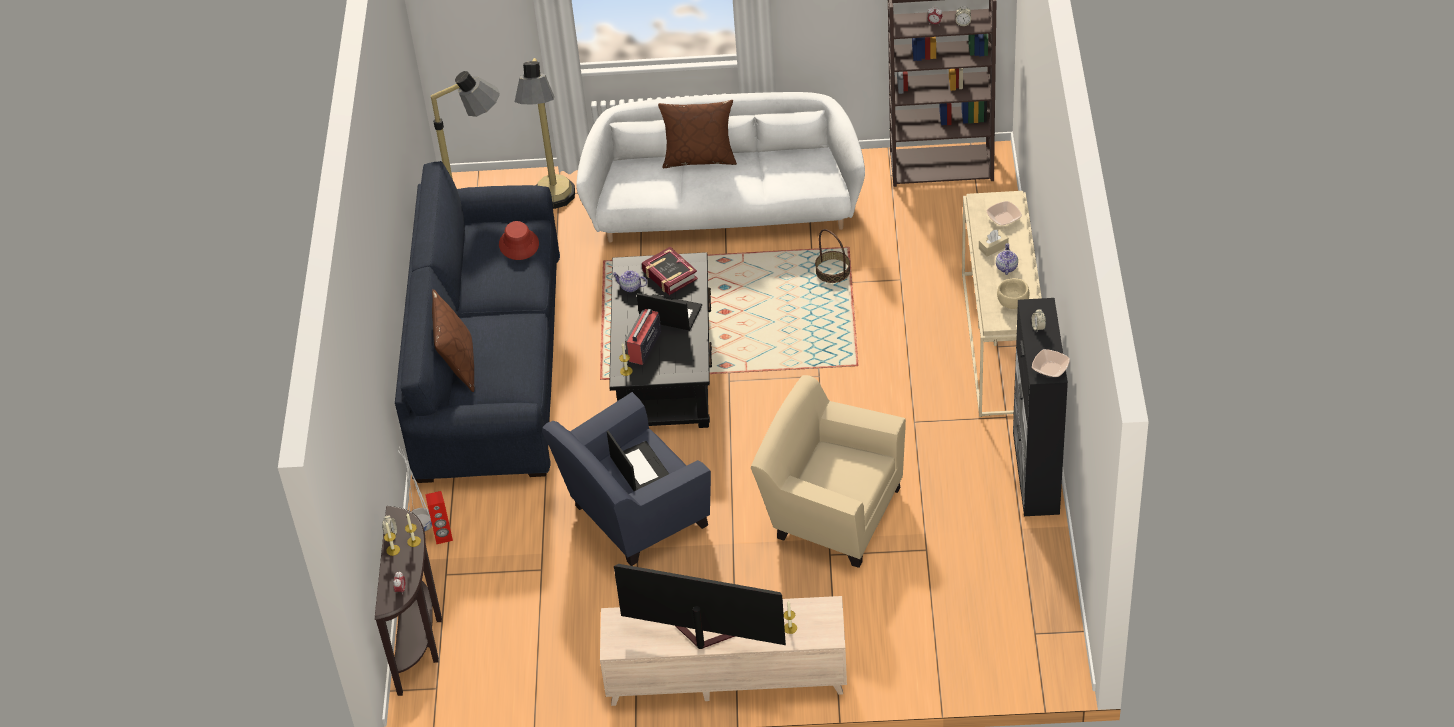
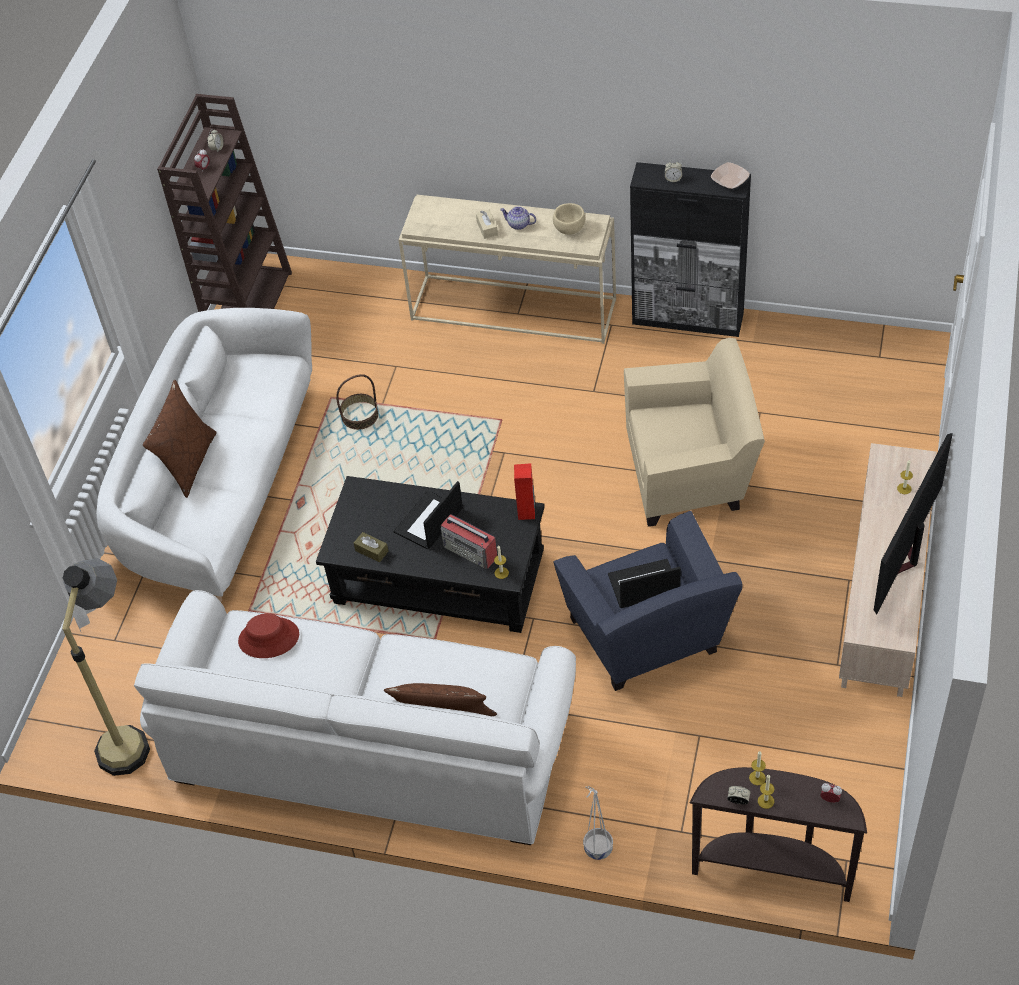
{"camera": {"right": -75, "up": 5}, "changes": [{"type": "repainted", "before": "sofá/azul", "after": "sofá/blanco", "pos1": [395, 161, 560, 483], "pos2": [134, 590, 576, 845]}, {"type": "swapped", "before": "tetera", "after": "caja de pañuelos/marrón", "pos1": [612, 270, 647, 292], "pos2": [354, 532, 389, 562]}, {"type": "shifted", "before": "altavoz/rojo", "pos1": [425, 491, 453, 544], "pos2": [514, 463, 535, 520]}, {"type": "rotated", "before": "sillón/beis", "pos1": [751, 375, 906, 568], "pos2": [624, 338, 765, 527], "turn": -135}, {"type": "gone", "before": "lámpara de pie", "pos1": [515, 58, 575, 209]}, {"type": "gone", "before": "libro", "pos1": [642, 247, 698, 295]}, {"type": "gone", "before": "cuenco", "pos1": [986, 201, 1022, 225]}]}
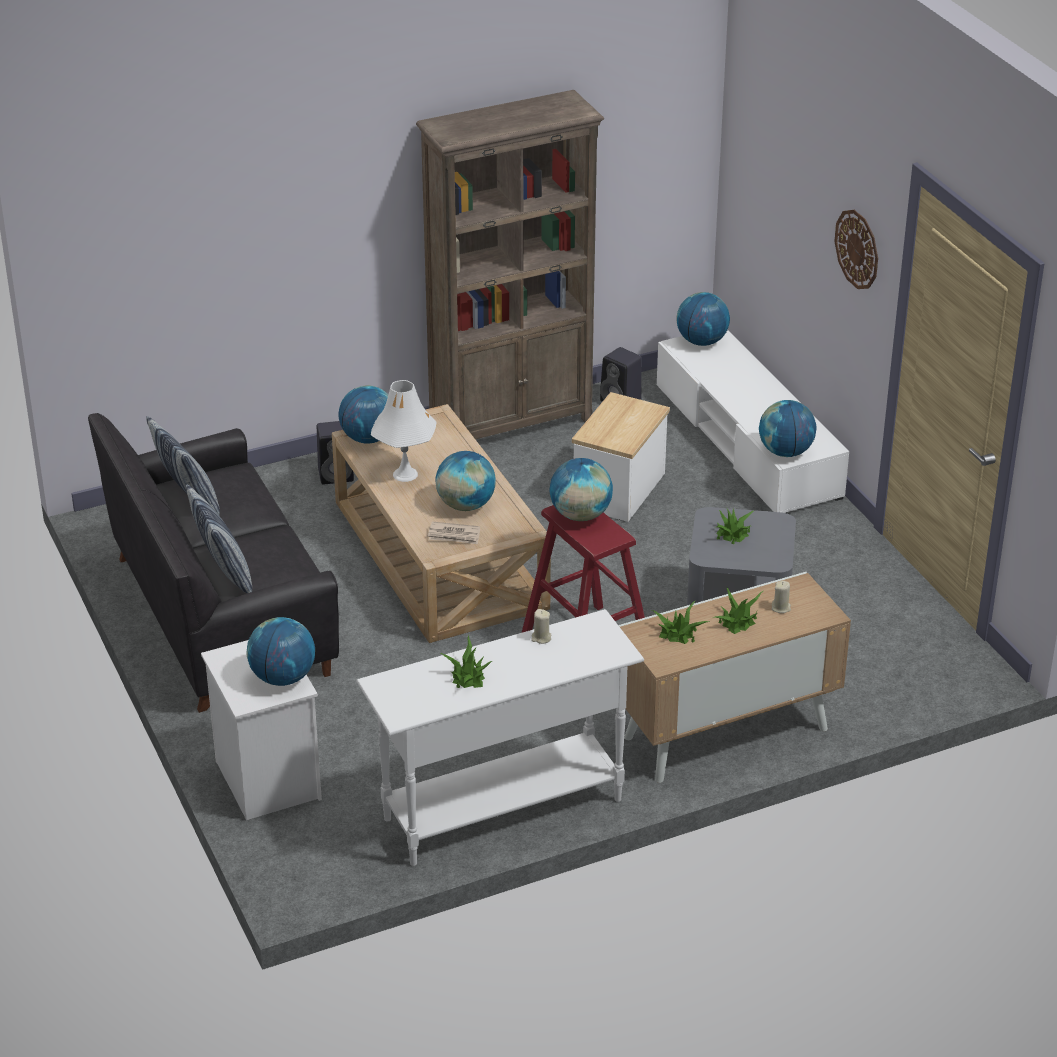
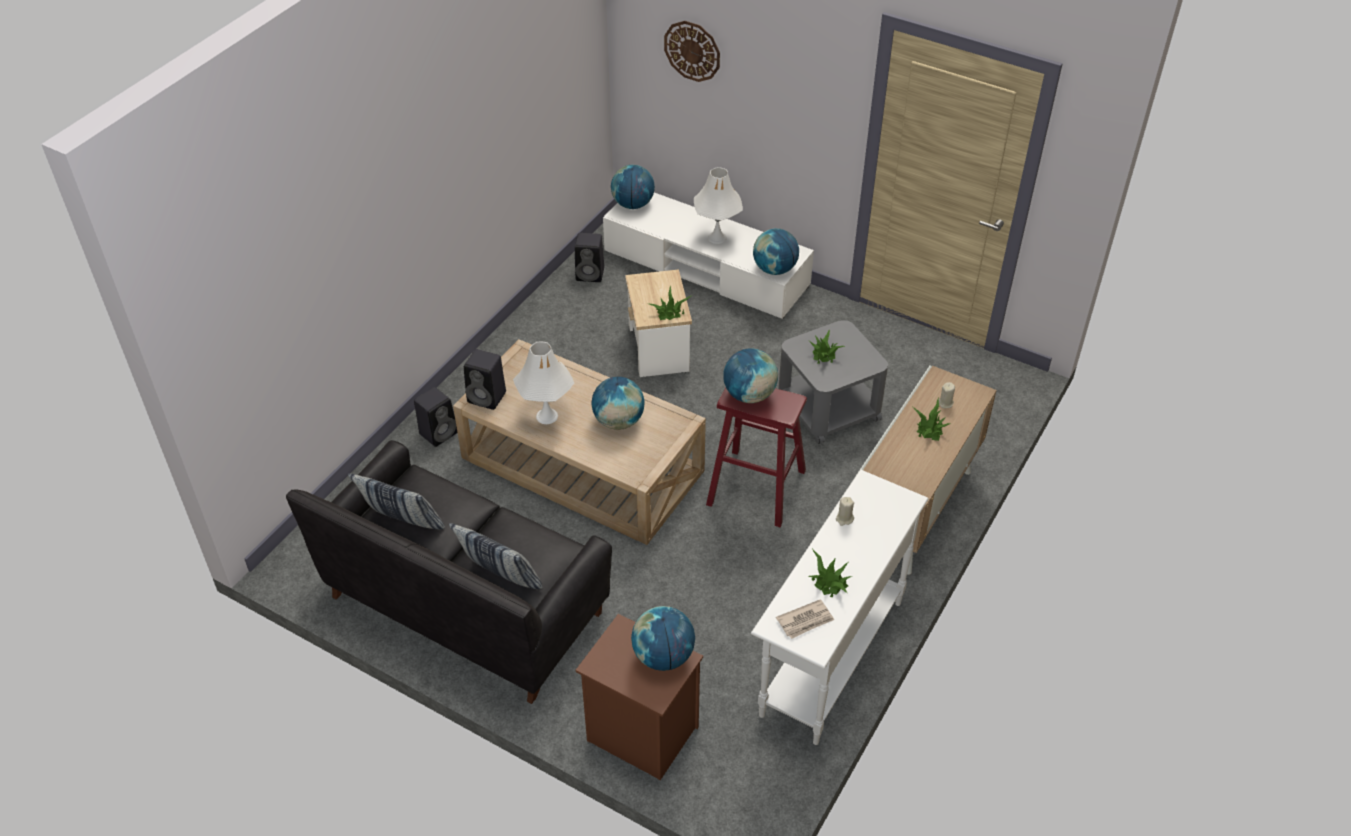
{"camera": {"right": -35, "up": 10}, "changes": [{"type": "swapped", "before": "globo terráqueo", "after": "altavoz/negro", "pos1": [338, 385, 388, 444], "pos2": [464, 349, 506, 410]}, {"type": "repainted", "before": "mesita de noche/blanco", "after": "mesita de noche/marrón", "pos1": [201, 640, 322, 820], "pos2": [576, 614, 703, 780]}, {"type": "shifted", "before": "planta en maceta", "pos1": [652, 601, 709, 644], "pos2": [650, 286, 691, 320]}, {"type": "shifted", "before": "reloj de pared", "pos1": [834, 210, 878, 289], "pos2": [664, 21, 720, 82]}, {"type": "new", "after": "lámpara de mesa/blanco", "pos2": [694, 167, 743, 244]}, {"type": "shifted", "before": "periódico", "pos1": [428, 522, 480, 544], "pos2": [776, 599, 834, 639]}, {"type": "gone", "before": "estantería/marrón", "pos1": [416, 90, 604, 439]}]}
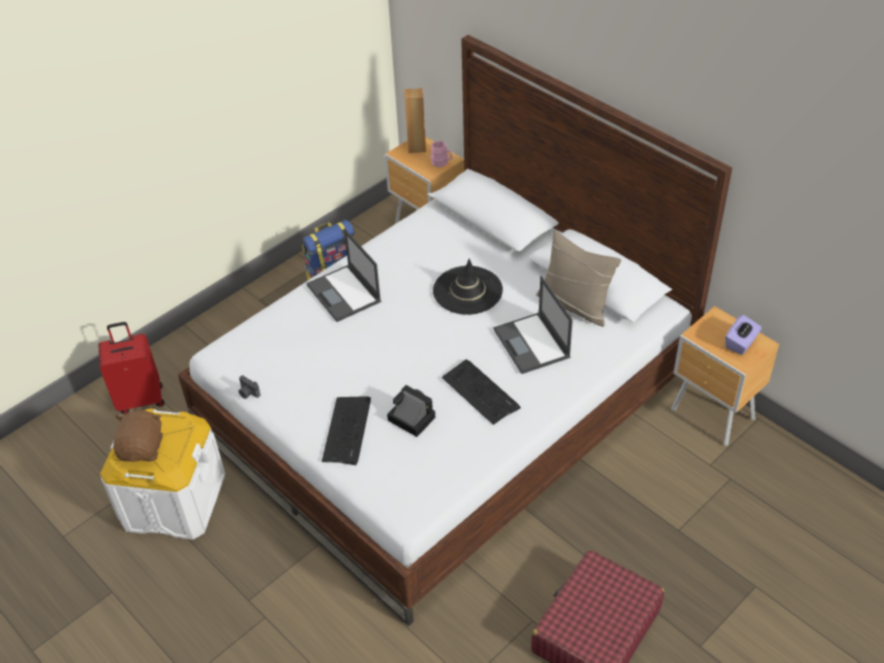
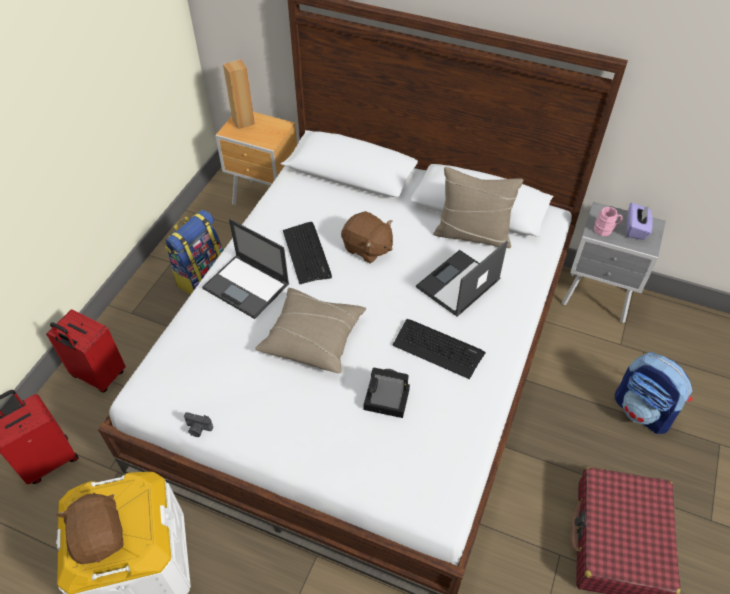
{"camera": {"right": -25, "up": 5}, "changes": [{"type": "new", "after": "maleta/rojo", "pos2": [46, 309, 126, 393]}, {"type": "new", "after": "cojín/beis", "pos2": [255, 288, 366, 373]}, {"type": "shifted", "before": "teclado", "pos1": [322, 396, 371, 465], "pos2": [283, 222, 332, 284]}, {"type": "swapped", "before": "sombrero/negro", "after": "peluche/marrón", "pos1": [433, 259, 503, 315], "pos2": [341, 211, 393, 263]}, {"type": "rotated", "before": "portátil", "pos1": [493, 276, 573, 374], "pos2": [416, 241, 508, 317], "turn": 90}, {"type": "repainted", "before": "mesita de noche/marrón", "after": "mesita de noche/gris", "pos1": [671, 306, 779, 446], "pos2": [562, 202, 666, 323]}, {"type": "shifted", "before": "taza grande/rosa", "pos1": [430, 141, 452, 167], "pos2": [594, 207, 623, 236]}, {"type": "new", "after": "mochila", "pos2": [615, 352, 692, 434]}]}
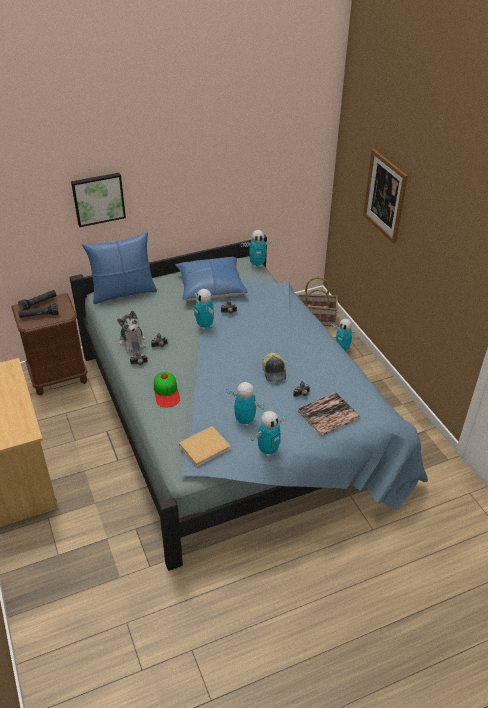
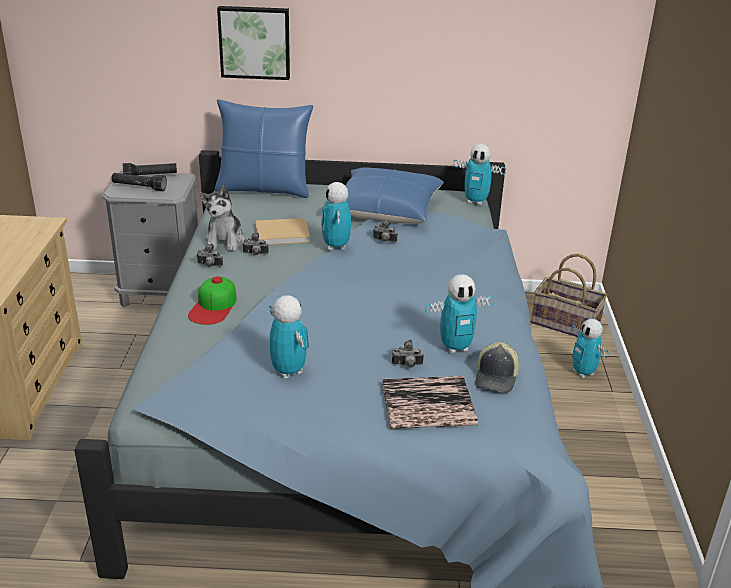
{"camera": {"right": 25, "up": -10}, "changes": [{"type": "repainted", "before": "mesita de noche/marrón", "after": "mesita de noche/gris", "pos1": [11, 293, 88, 396], "pos2": [102, 171, 198, 307]}, {"type": "shifted", "before": "libro/beis", "pos1": [179, 426, 230, 467], "pos2": [256, 218, 310, 245]}, {"type": "shifted", "before": "robot de juguete", "pos1": [251, 411, 287, 456], "pos2": [425, 274, 495, 354]}, {"type": "shifted", "before": "gorra", "pos1": [262, 352, 286, 382], "pos2": [475, 342, 519, 393]}, {"type": "gone", "before": "cuadro", "pos1": [363, 149, 408, 244]}]}
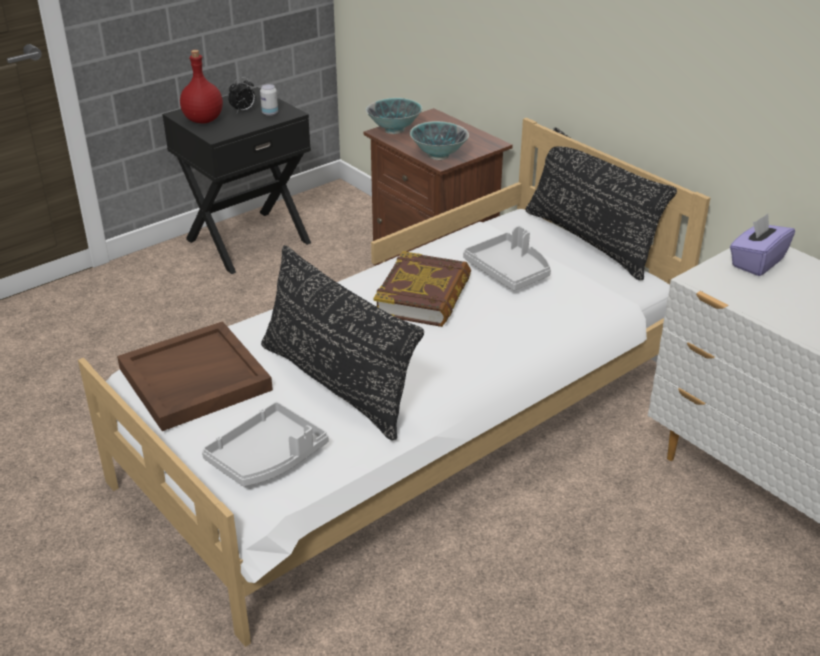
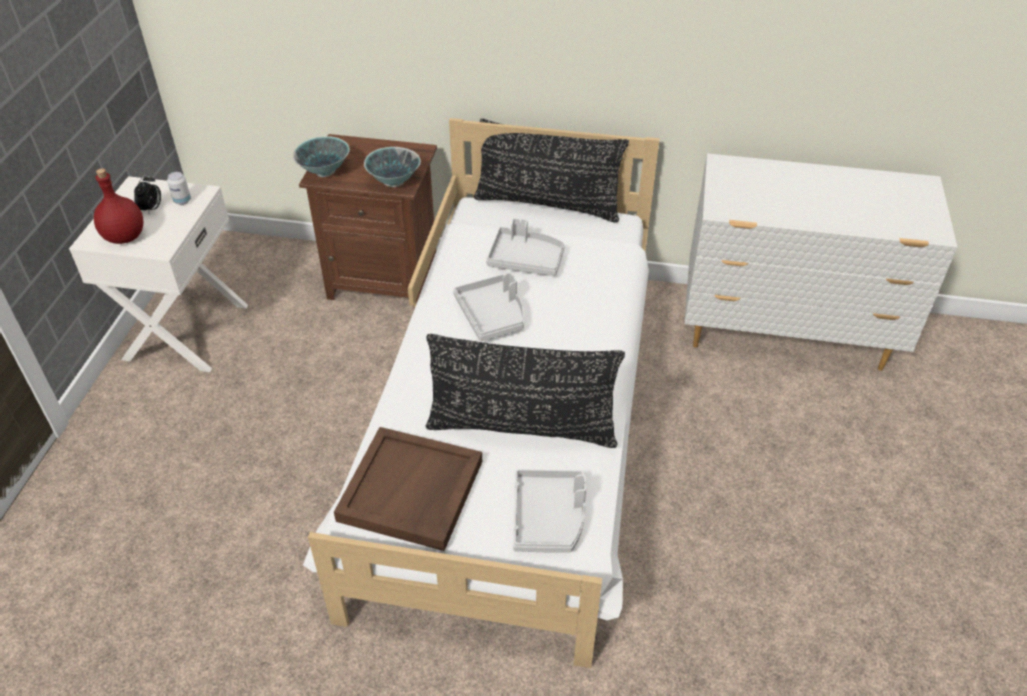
{"camera": {"right": -40, "up": 10}, "changes": [{"type": "repainted", "before": "mesita de noche/negro", "after": "mesita de noche/blanco", "pos1": [162, 87, 311, 274], "pos2": [69, 176, 248, 372]}, {"type": "swapped", "before": "libro", "after": "bandeja/gris", "pos1": [373, 251, 471, 327], "pos2": [453, 272, 525, 341]}, {"type": "gone", "before": "caja de pañuelos/morado", "pos1": [730, 214, 795, 276]}]}
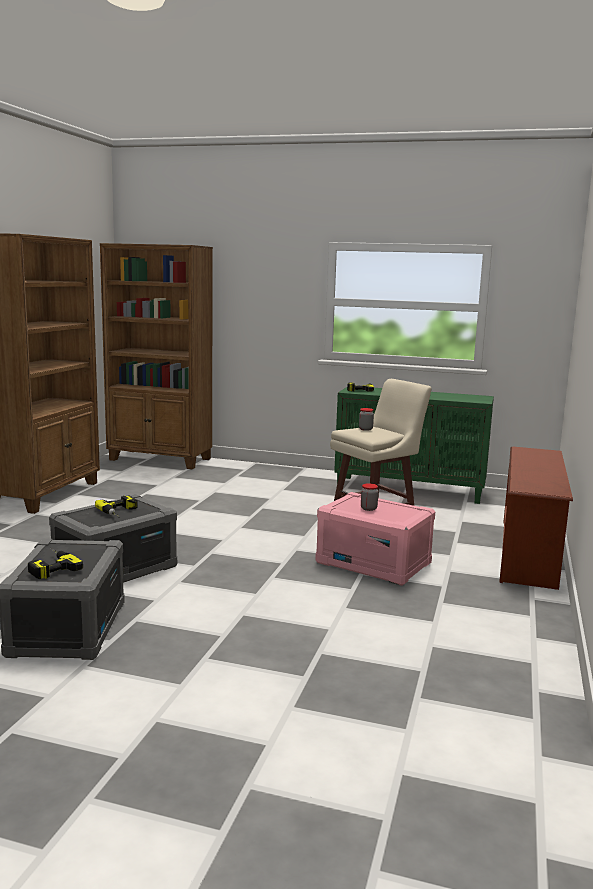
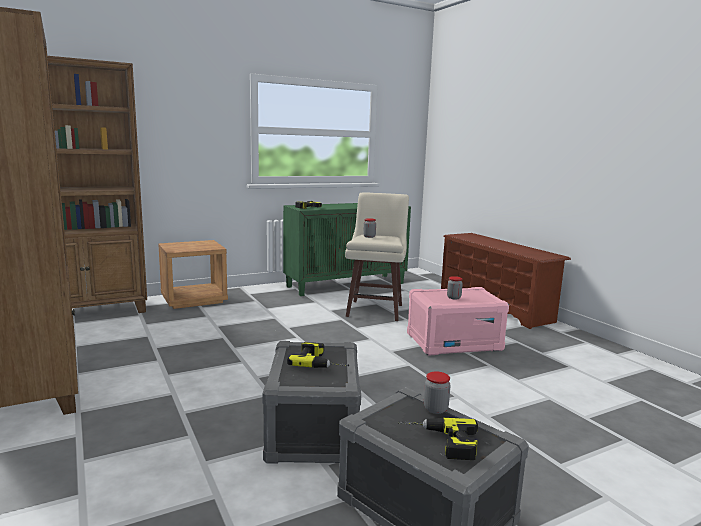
{"camera": {"right": -45, "up": 0}, "changes": [{"type": "new", "after": "mesita de noche/marrón", "pos2": [158, 240, 228, 309]}, {"type": "new", "after": "tarro", "pos2": [424, 371, 451, 414]}]}
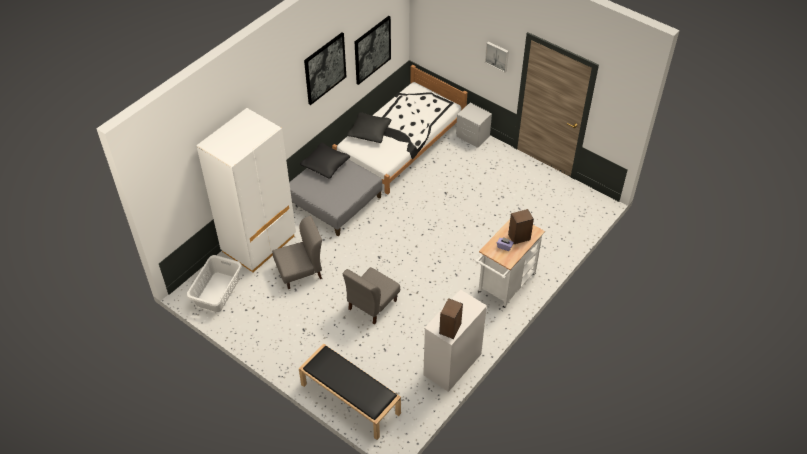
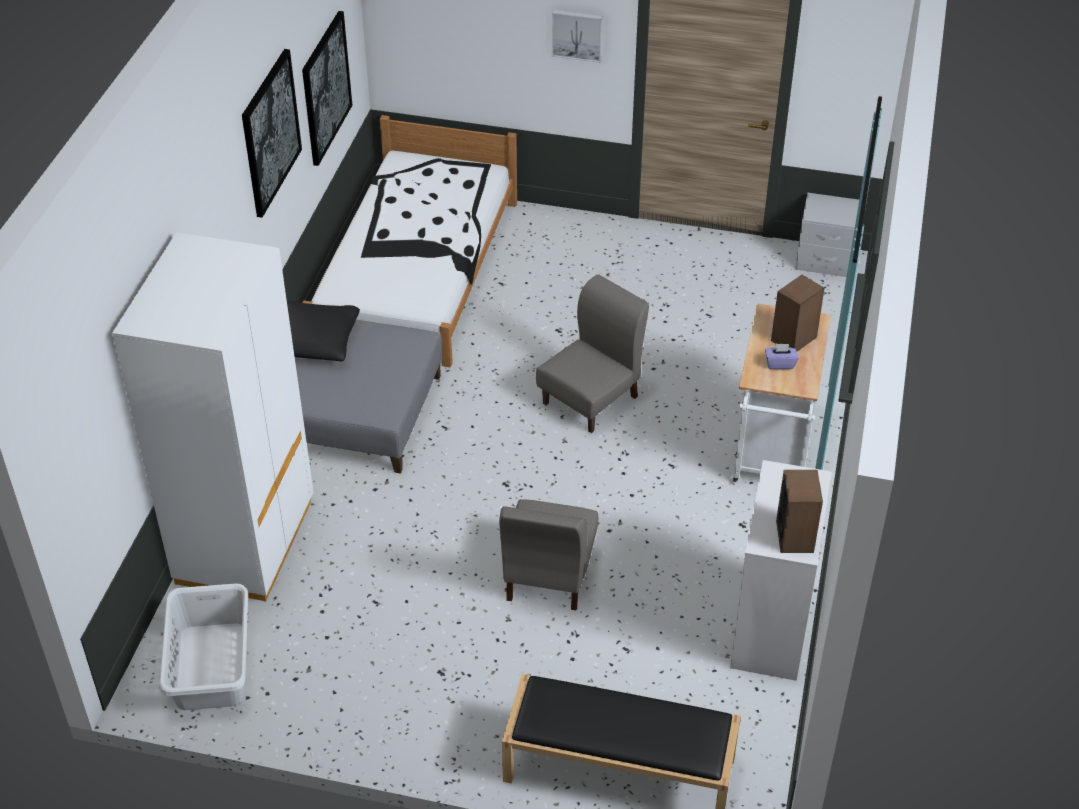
{"camera": {"right": -25, "up": -5}, "changes": [{"type": "shifted", "before": "silla/gris", "pos1": [272, 216, 322, 289], "pos2": [536, 275, 649, 433]}, {"type": "shifted", "before": "mesita de noche/gris", "pos1": [456, 103, 492, 148], "pos2": [795, 193, 859, 277]}, {"type": "gone", "before": "cojín/negro", "pos1": [347, 112, 392, 143]}]}
